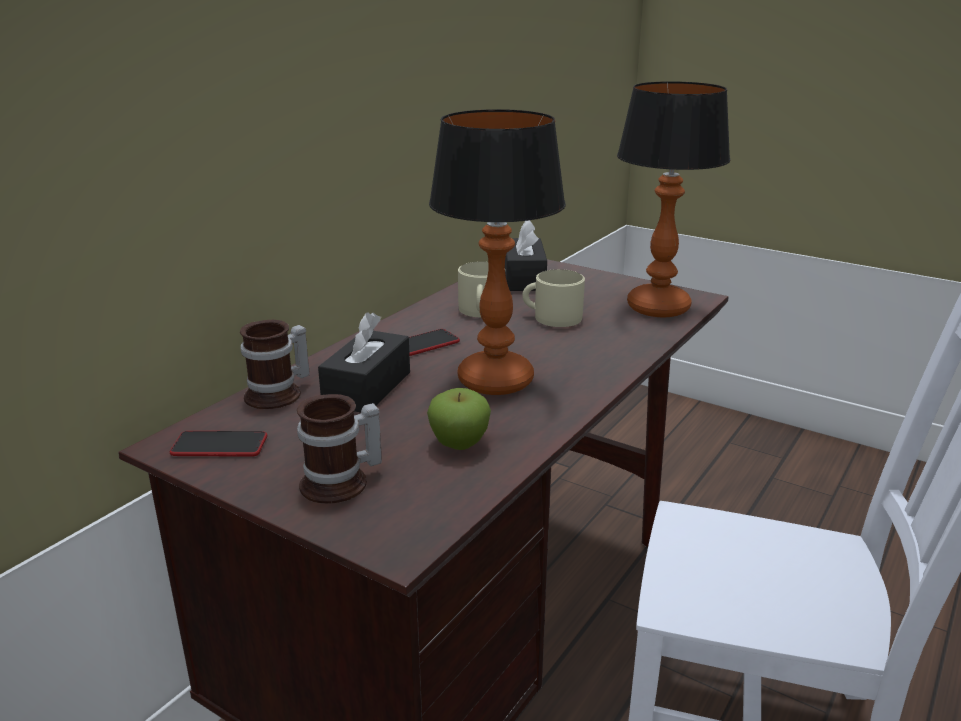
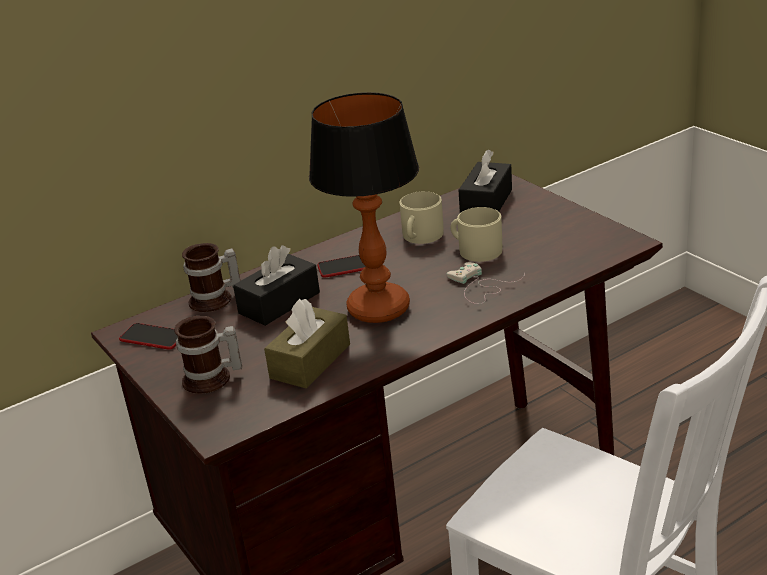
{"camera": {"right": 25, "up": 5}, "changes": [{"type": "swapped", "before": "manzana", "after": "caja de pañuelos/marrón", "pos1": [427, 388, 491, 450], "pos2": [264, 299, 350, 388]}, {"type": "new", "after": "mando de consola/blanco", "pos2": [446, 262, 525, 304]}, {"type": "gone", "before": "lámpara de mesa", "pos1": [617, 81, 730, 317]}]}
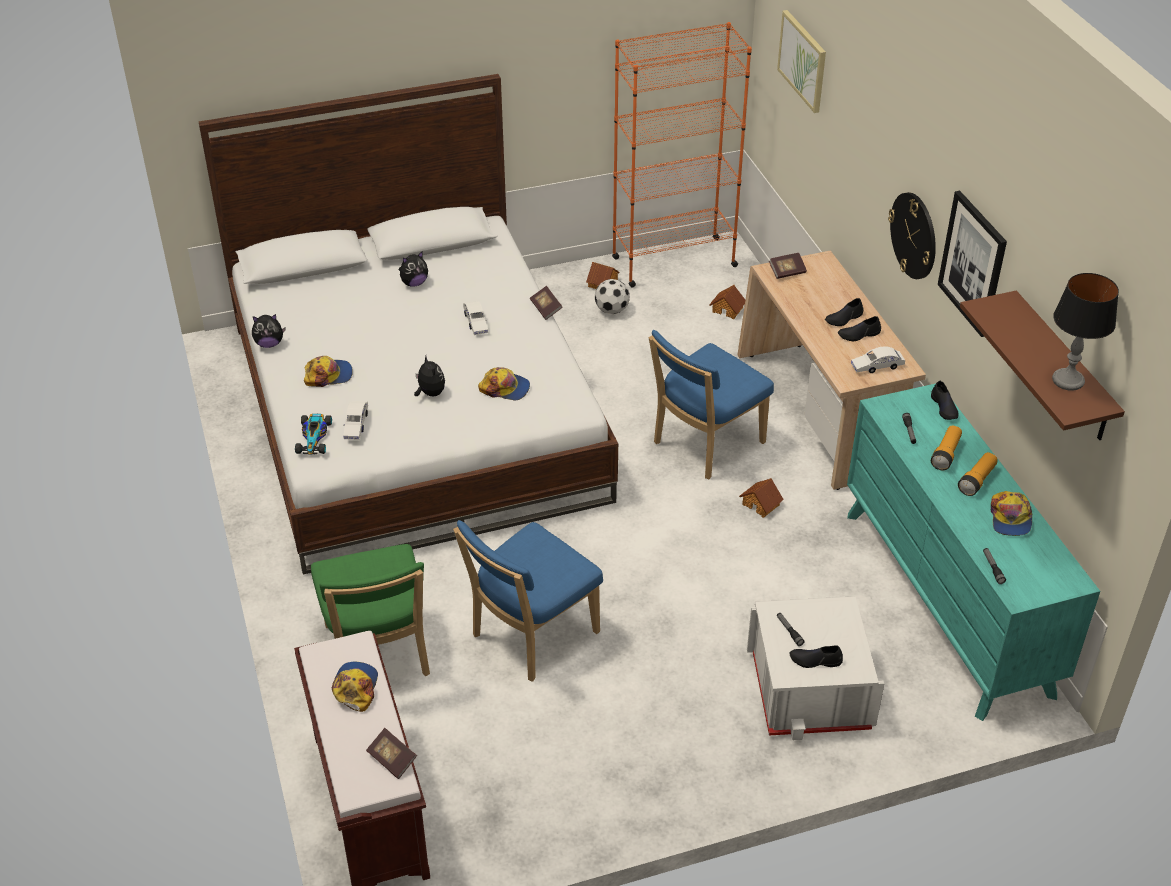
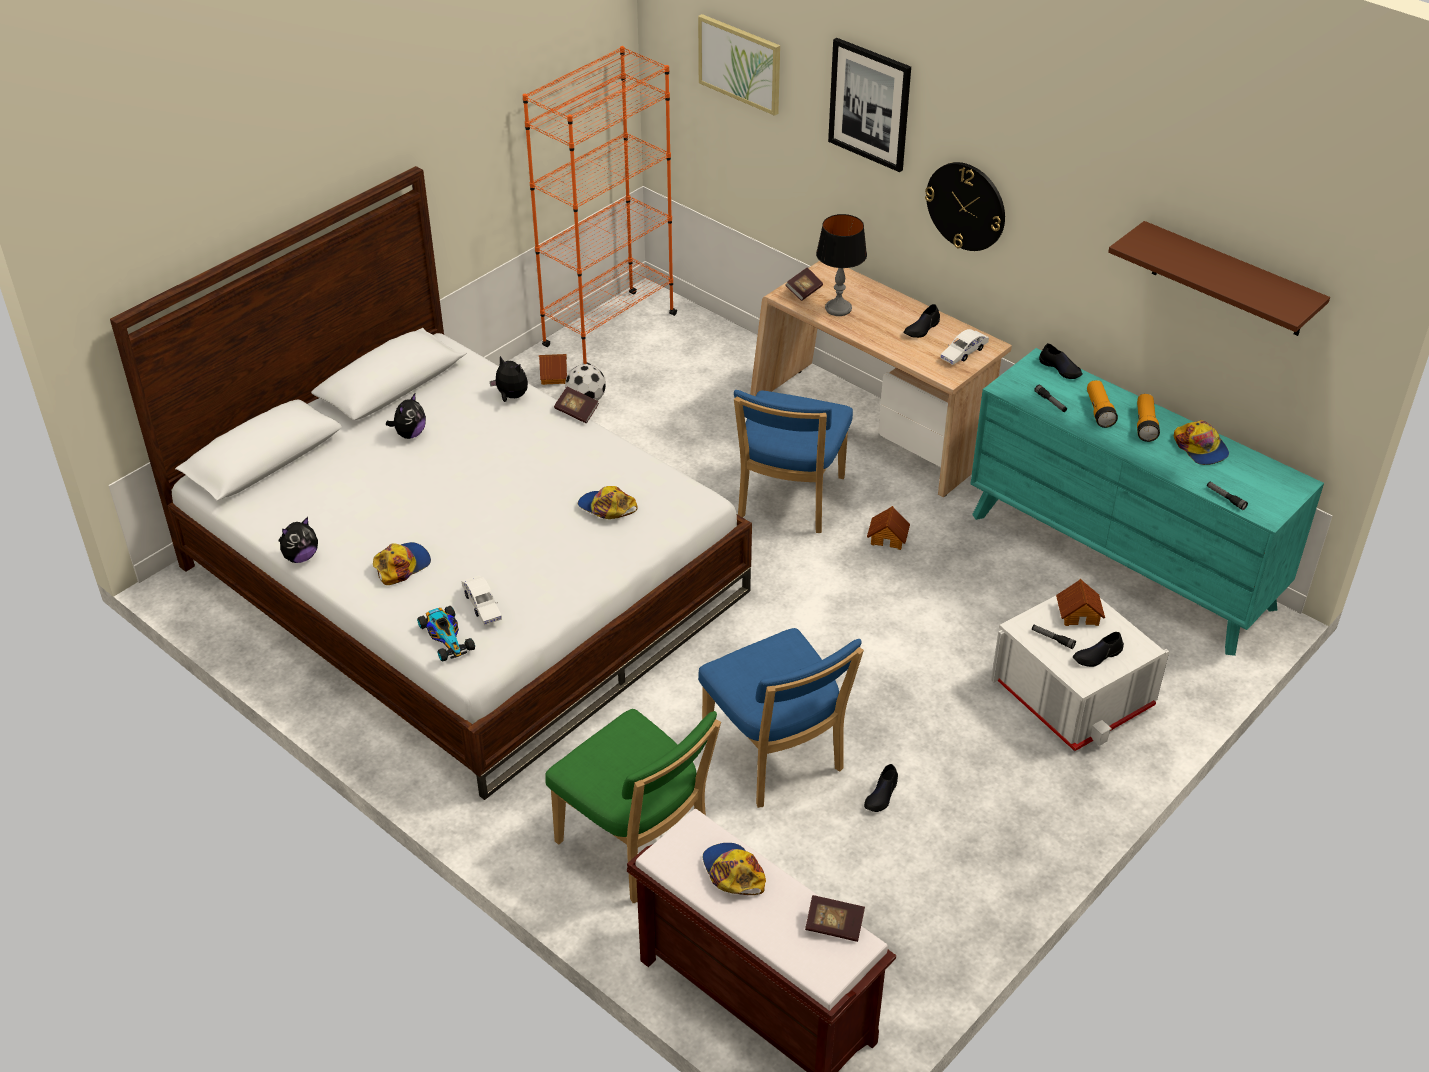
{"camera": {"right": -30, "up": 0}, "changes": [{"type": "shifted", "before": "peluche", "pos1": [414, 356, 445, 396], "pos2": [489, 356, 528, 402]}, {"type": "rotated", "before": "gorra", "pos1": [478, 367, 530, 400], "pos2": [578, 486, 638, 519], "turn": -135}, {"type": "rotated", "before": "silla/azul", "pos1": [453, 520, 603, 682], "pos2": [698, 628, 864, 808], "turn": -45}, {"type": "shifted", "before": "lámpara de mesa", "pos1": [1052, 273, 1119, 391], "pos2": [816, 214, 867, 316]}, {"type": "shifted", "before": "cuadro", "pos1": [938, 191, 1007, 337], "pos2": [828, 38, 911, 172]}, {"type": "shifted", "before": "zapato/negro", "pos1": [825, 298, 864, 326], "pos2": [864, 764, 898, 812]}, {"type": "shifted", "before": "casita", "pos1": [709, 285, 745, 319], "pos2": [1056, 579, 1105, 626]}, {"type": "gone", "before": "coche de juguete/blanco", "pos1": [463, 301, 488, 335]}]}
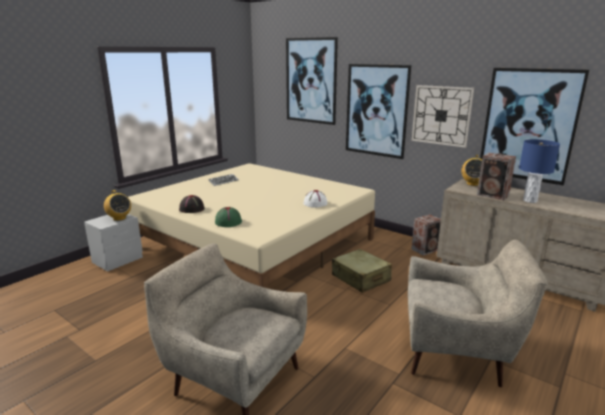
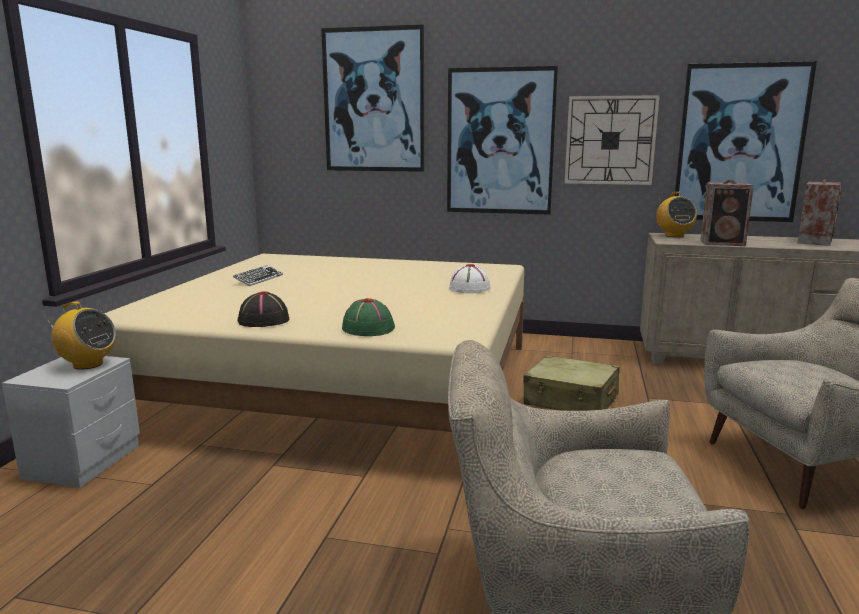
{"camera": {"right": -25, "up": -5}, "changes": [{"type": "shifted", "before": "altavoz", "pos1": [411, 214, 441, 256], "pos2": [797, 179, 842, 246]}, {"type": "gone", "before": "lámpara de mesa/azul", "pos1": [519, 139, 560, 203]}]}
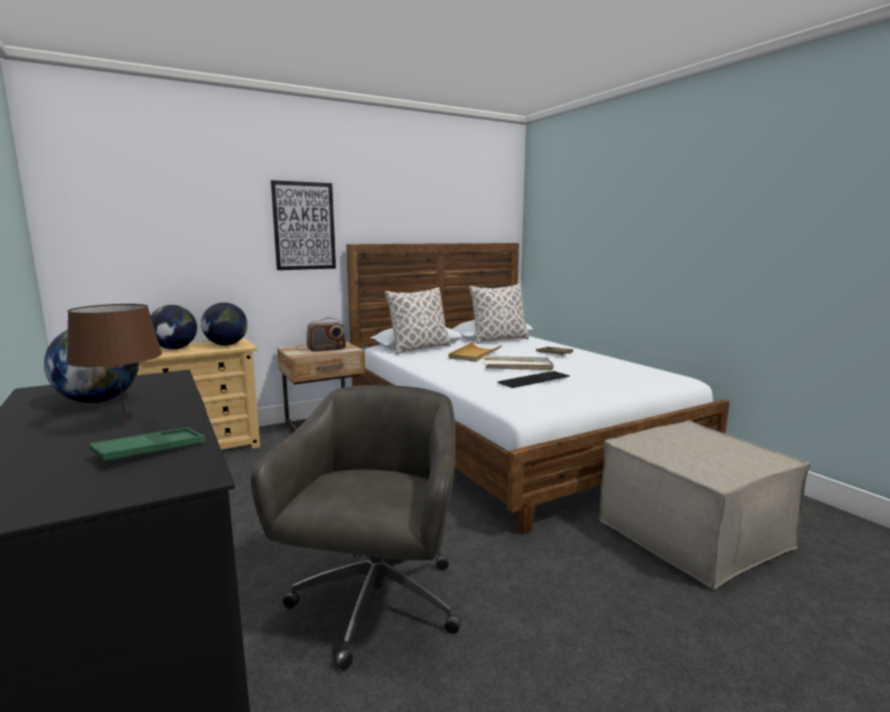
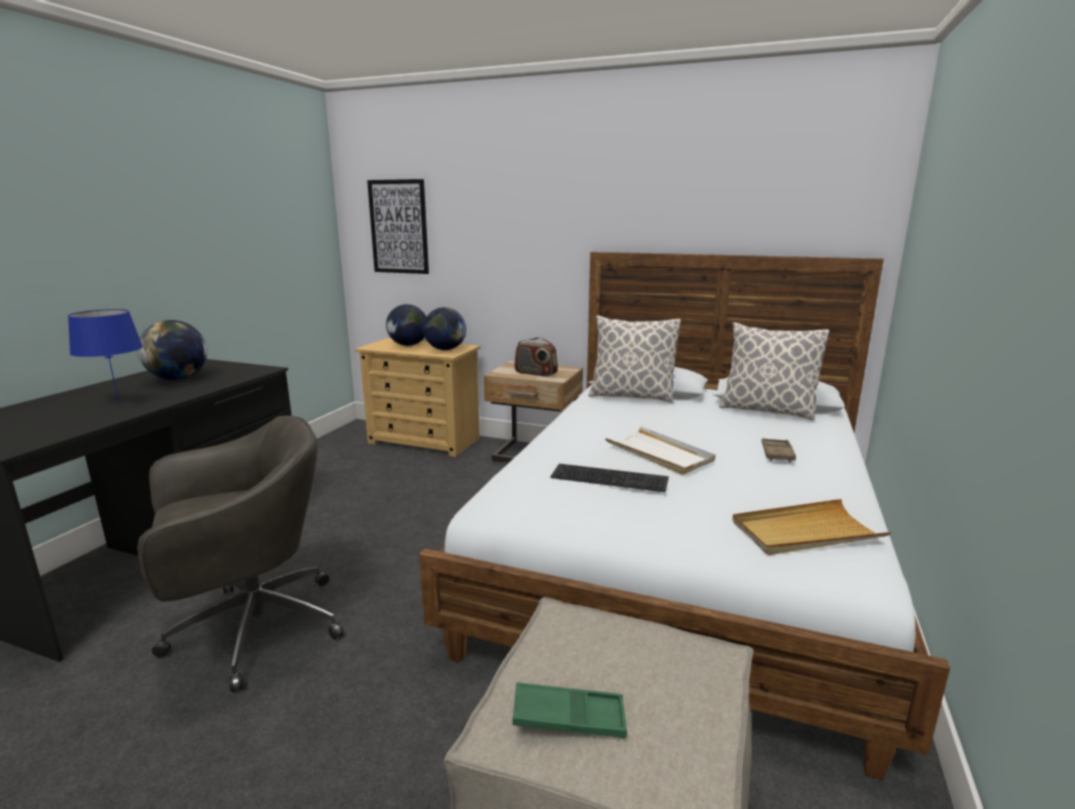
{"camera": {"right": 50, "up": 5}, "changes": [{"type": "repainted", "before": "lámpara de mesa/marrón", "after": "lámpara de mesa/azul", "pos1": [66, 304, 162, 428], "pos2": [68, 309, 143, 403]}, {"type": "shifted", "before": "cuadro", "pos1": [271, 180, 336, 270], "pos2": [367, 179, 429, 274]}, {"type": "shifted", "before": "bandeja/verde", "pos1": [90, 427, 206, 464], "pos2": [513, 682, 627, 738]}, {"type": "shifted", "before": "bandeja/beis", "pos1": [448, 342, 502, 362], "pos2": [732, 499, 891, 555]}]}
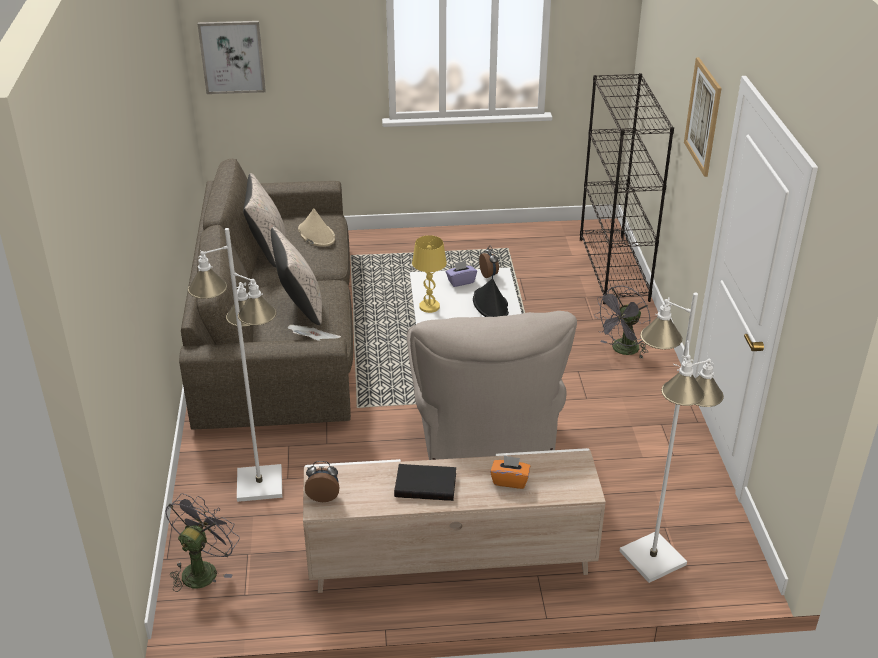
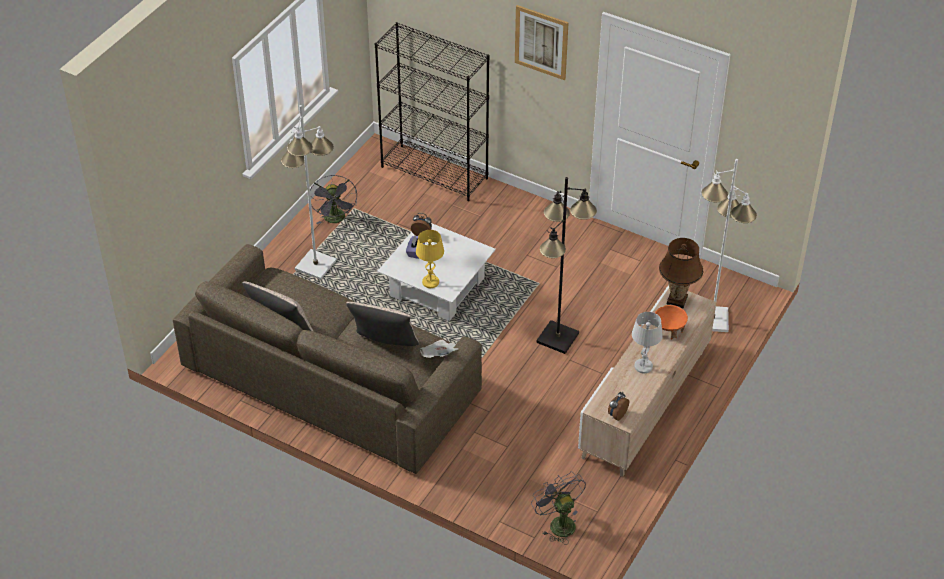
{"camera": {"right": -55, "up": 10}, "changes": [{"type": "shifted", "before": "lámpara de pie/blanco", "pos1": [188, 228, 282, 502], "pos2": [281, 105, 337, 280]}, {"type": "shifted", "before": "ventilador/gris", "pos1": [594, 286, 651, 359], "pos2": [310, 175, 357, 224]}, {"type": "swapped", "before": "sillón/beis", "after": "lámpara de pie/negro", "pos1": [407, 311, 577, 460], "pos2": [536, 177, 597, 354]}, {"type": "swapped", "before": "libro/negro", "after": "lámpara de mesa/blanco", "pos1": [394, 464, 456, 501], "pos2": [632, 312, 663, 373]}, {"type": "swapped", "before": "caja de pañuelos/naranja", "after": "cuenco/naranja", "pos1": [490, 455, 530, 489], "pos2": [655, 305, 688, 340]}, {"type": "new", "after": "lámpara de mesa/marrón", "pos2": [659, 238, 703, 308]}, {"type": "gone", "before": "cuadro", "pos1": [198, 21, 266, 94]}, {"type": "gone", "before": "sombrero/beis", "pos1": [298, 208, 335, 247]}, {"type": "gone", "before": "sombrero/negro", "pos1": [473, 278, 509, 317]}]}
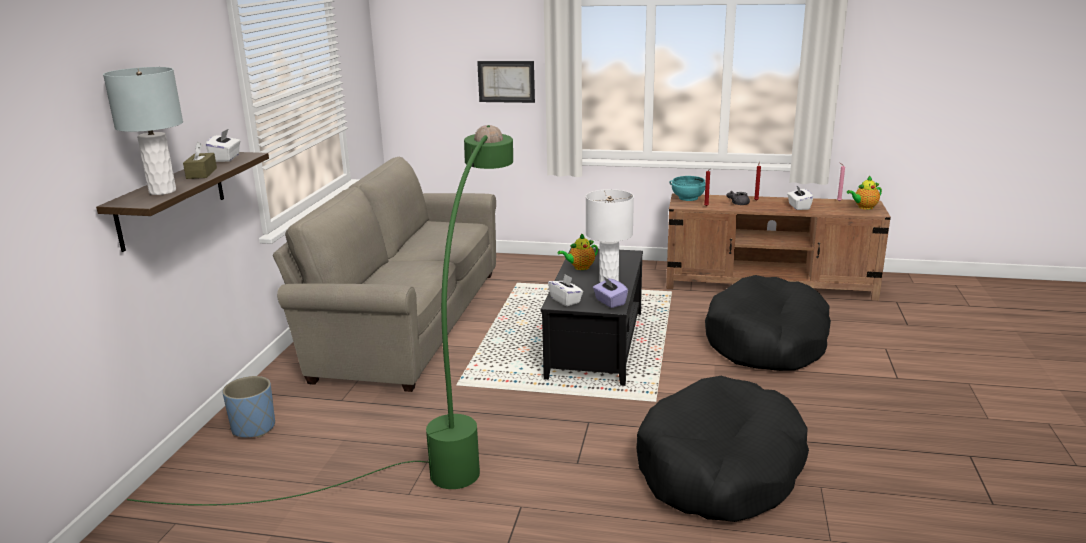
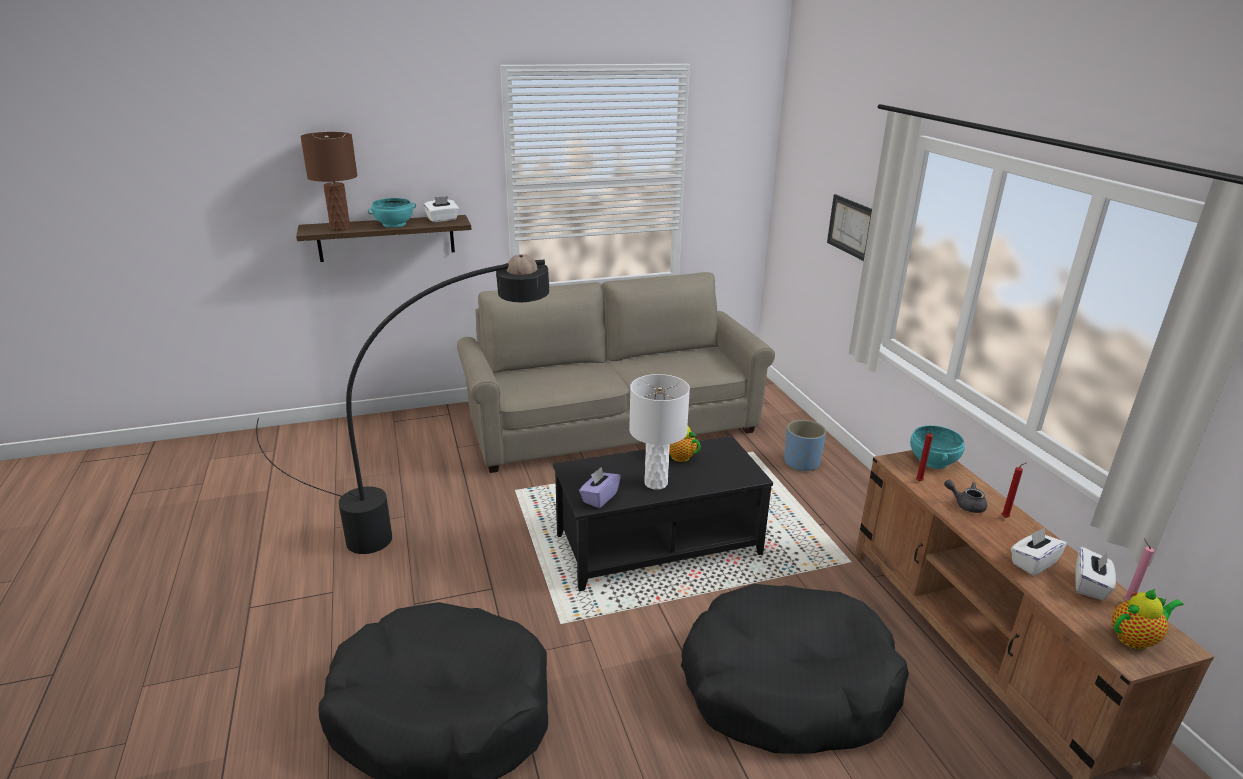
{"camera": {"right": 60, "up": 5}, "changes": [{"type": "repainted", "before": "lámpara de pie/verde", "after": "lámpara de pie/negro", "pos1": [127, 125, 513, 506], "pos2": [256, 254, 550, 554]}, {"type": "repainted", "before": "lámpara de mesa/gris", "after": "lámpara de mesa/marrón", "pos1": [103, 67, 183, 195], "pos2": [300, 132, 358, 231]}, {"type": "swapped", "before": "caja de pañuelos/marrón", "after": "cuenco/turquesa", "pos1": [183, 142, 217, 179], "pos2": [368, 198, 416, 228]}, {"type": "shifted", "before": "maceta/azul", "pos1": [222, 376, 275, 438], "pos2": [784, 420, 826, 471]}, {"type": "shifted", "before": "caja de pañuelos/blanco", "pos1": [548, 274, 583, 306], "pos2": [1075, 547, 1116, 600]}, {"type": "rotated", "before": "tetera", "pos1": [847, 176, 882, 210], "pos2": [1112, 589, 1184, 649], "turn": 120}]}
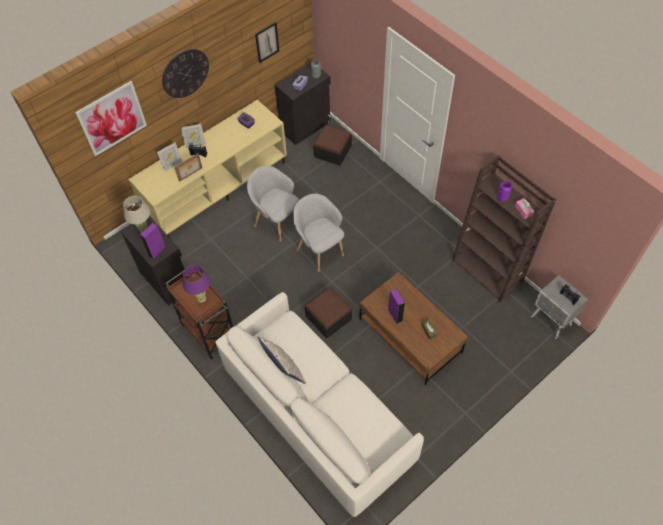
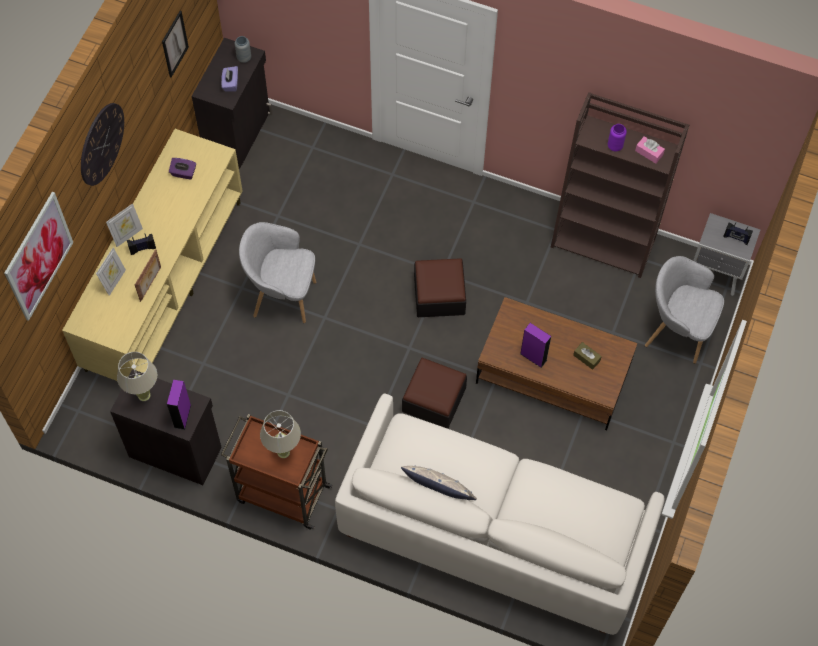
{"camera": {"right": -30, "up": 5}, "changes": [{"type": "repainted", "before": "lámpara de mesa/morado", "after": "lámpara de mesa/beis", "pos1": [183, 265, 210, 302], "pos2": [260, 410, 301, 458]}, {"type": "shifted", "before": "puf", "pos1": [313, 125, 352, 166], "pos2": [414, 258, 466, 317]}, {"type": "shifted", "before": "sillón/gris", "pos1": [293, 194, 344, 272], "pos2": [645, 256, 724, 364]}]}
